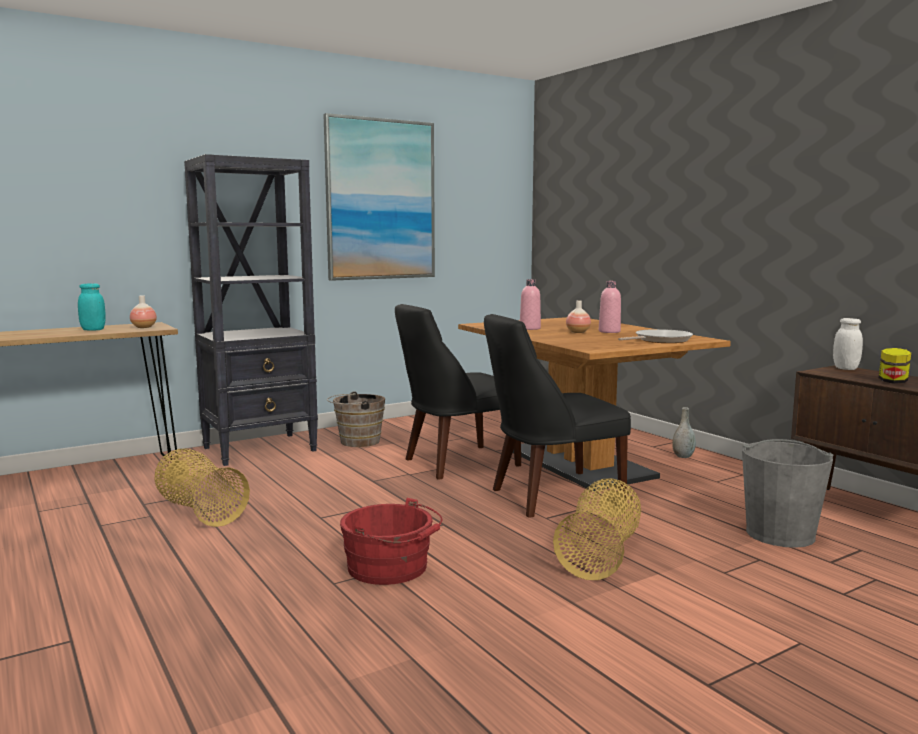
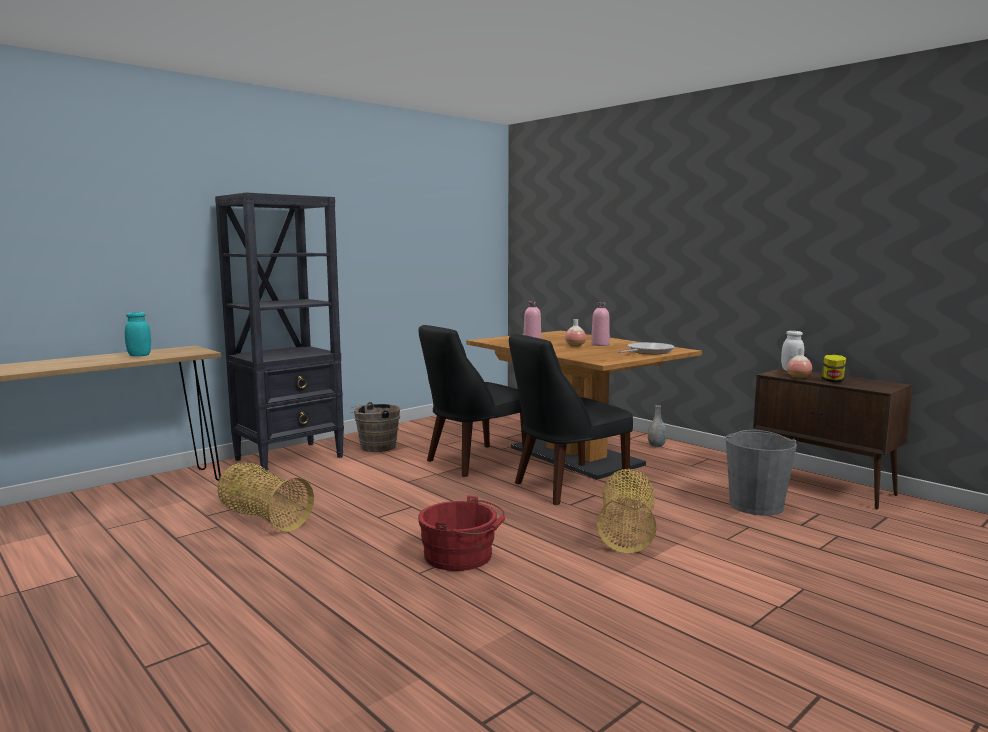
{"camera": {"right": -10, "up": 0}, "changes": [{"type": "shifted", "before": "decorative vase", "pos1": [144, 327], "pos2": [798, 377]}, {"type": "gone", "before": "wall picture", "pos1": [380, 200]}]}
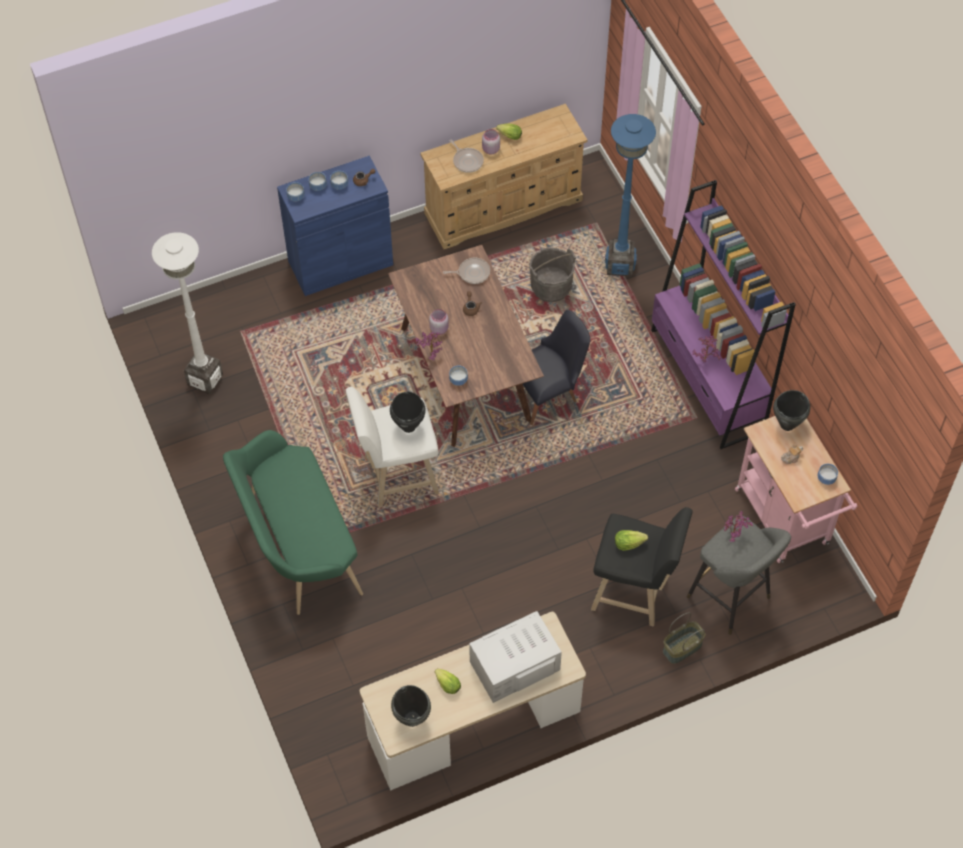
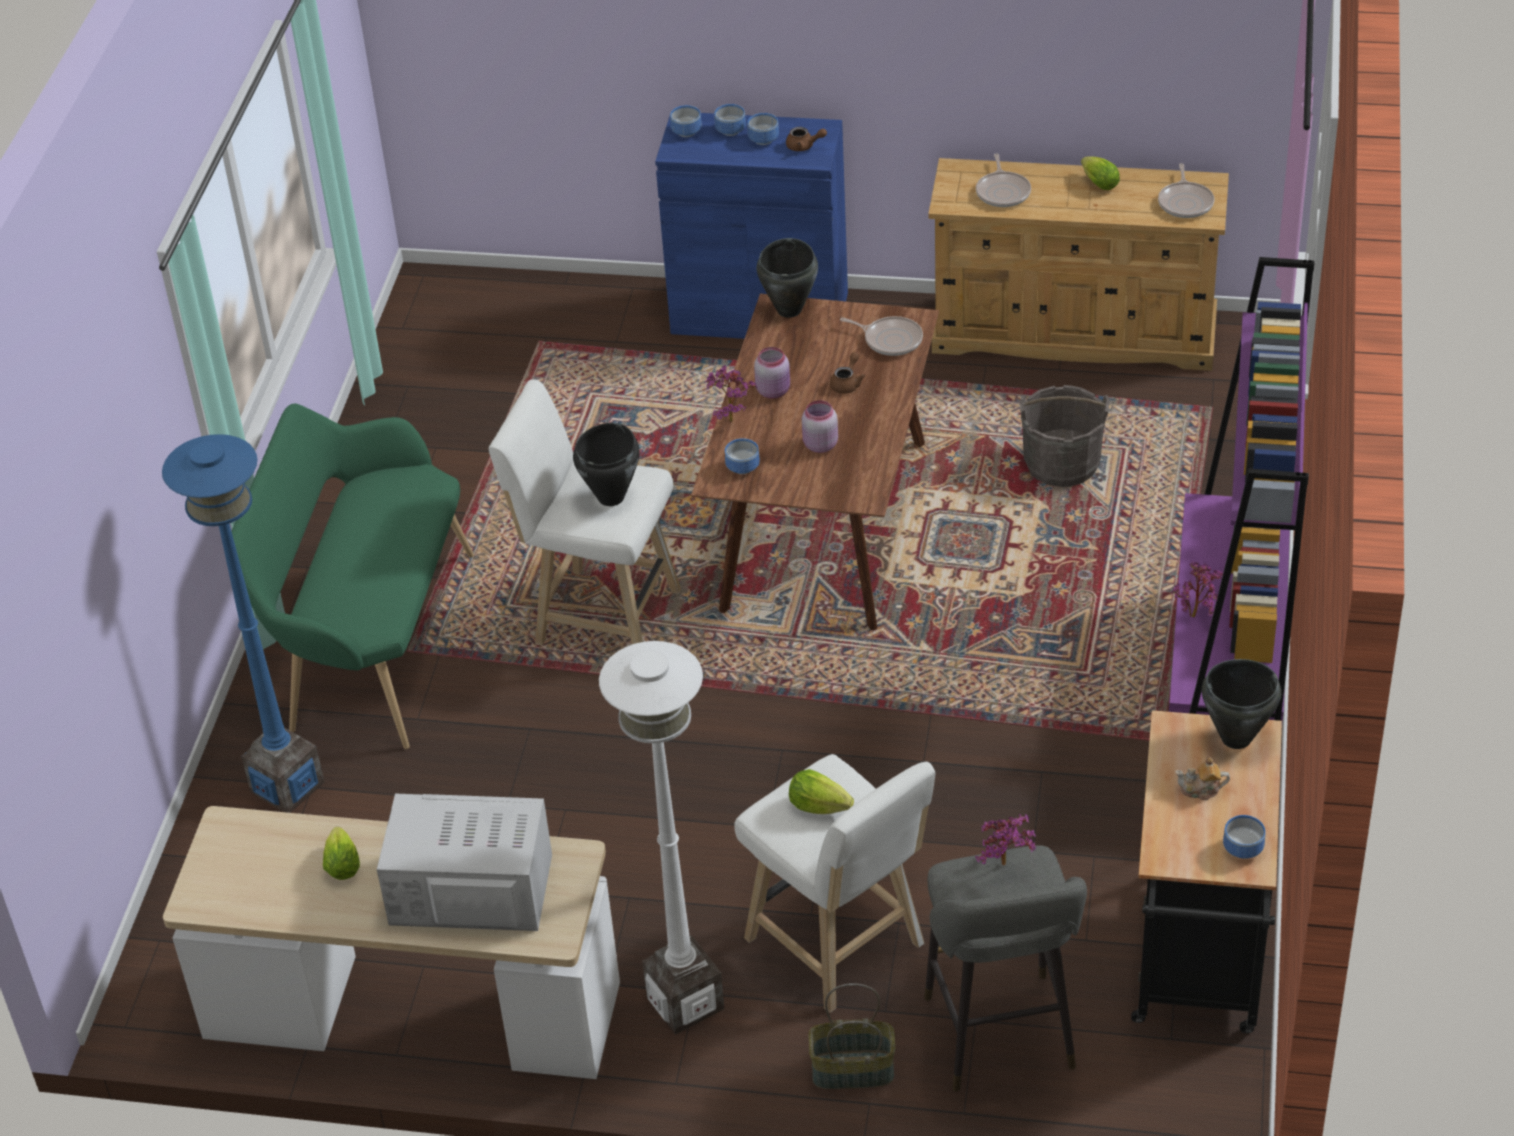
{"camera": {"right": 35, "up": -15}, "changes": [{"type": "shifted", "before": "blue-coloured standing lamp", "pos1": [619, 266], "pos2": [286, 787]}, {"type": "shifted", "before": "whitish standing lamp", "pos1": [205, 379], "pos2": [685, 1002]}, {"type": "repainted", "before": "blackish stool", "after": "whitish stool", "pos1": [635, 592], "pos2": [840, 948]}, {"type": "shifted", "before": "blackish saucepot", "pos1": [412, 719], "pos2": [790, 309]}, {"type": "shifted", "before": "pinkish jar", "pos1": [490, 149], "pos2": [819, 445]}, {"type": "repainted", "before": "pinkish wheeled cart", "after": "blackish wheeled cart", "pos1": [785, 522], "pos2": [1198, 965]}, {"type": "new", "after": "frying pan", "pos2": [1185, 202]}, {"type": "gone", "before": "blackish plain chair", "pos1": [548, 393]}]}
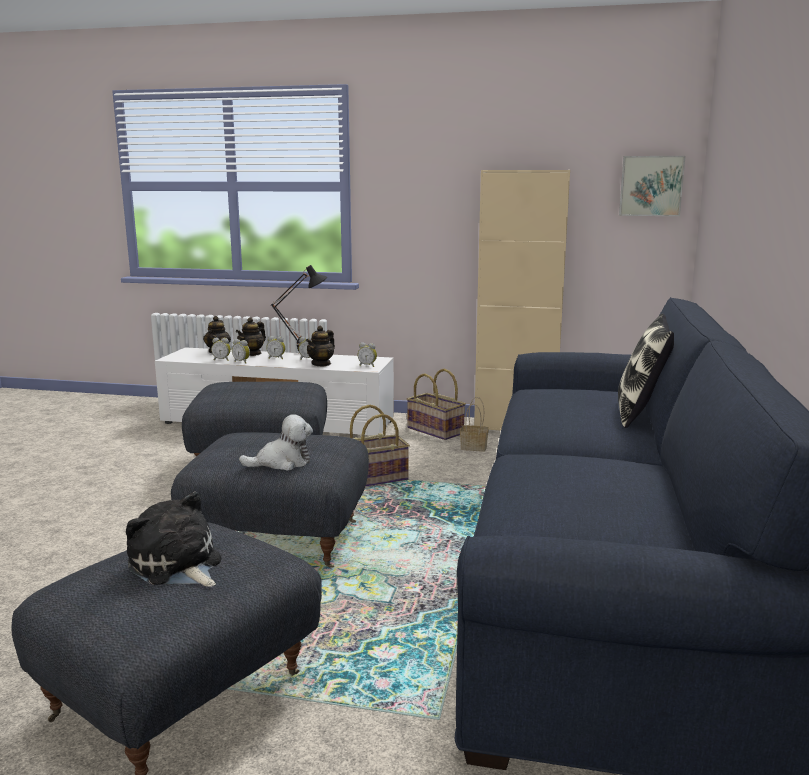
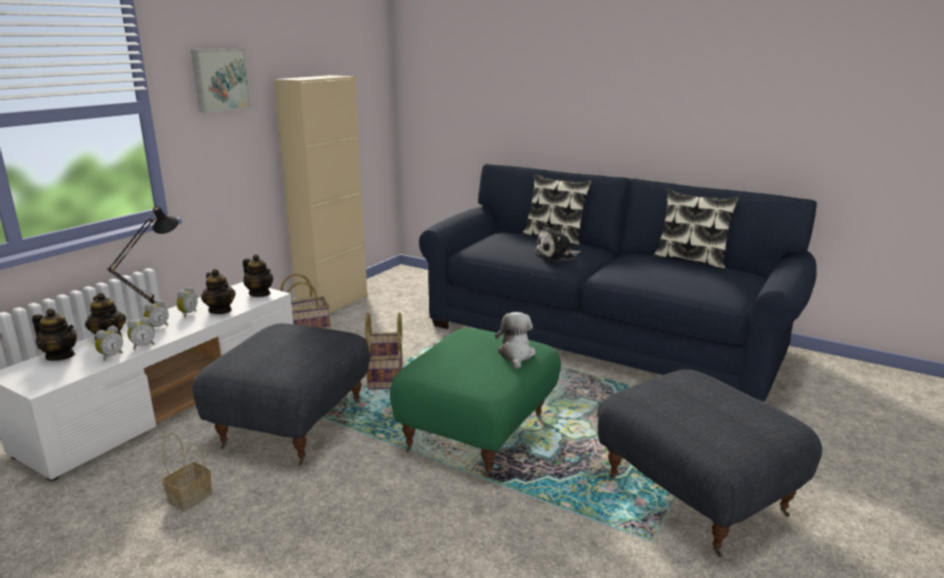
{"camera": {"right": -70, "up": 5}, "changes": [{"type": "shifted", "before": "household basket", "pos1": [474, 447], "pos2": [191, 496]}, {"type": "shifted", "before": "wall picture", "pos1": [651, 186], "pos2": [220, 80]}, {"type": "swapped", "before": "alarm clock", "after": "pot for tea", "pos1": [367, 365], "pos2": [260, 294]}, {"type": "repainted", "before": "grey pouffe", "after": "green-coloured pouffe", "pos1": [277, 541], "pos2": [479, 434]}, {"type": "shifted", "before": "cuddly toy", "pos1": [177, 566], "pos2": [557, 256]}, {"type": "new", "after": "throw pillow", "pos2": [691, 260]}]}
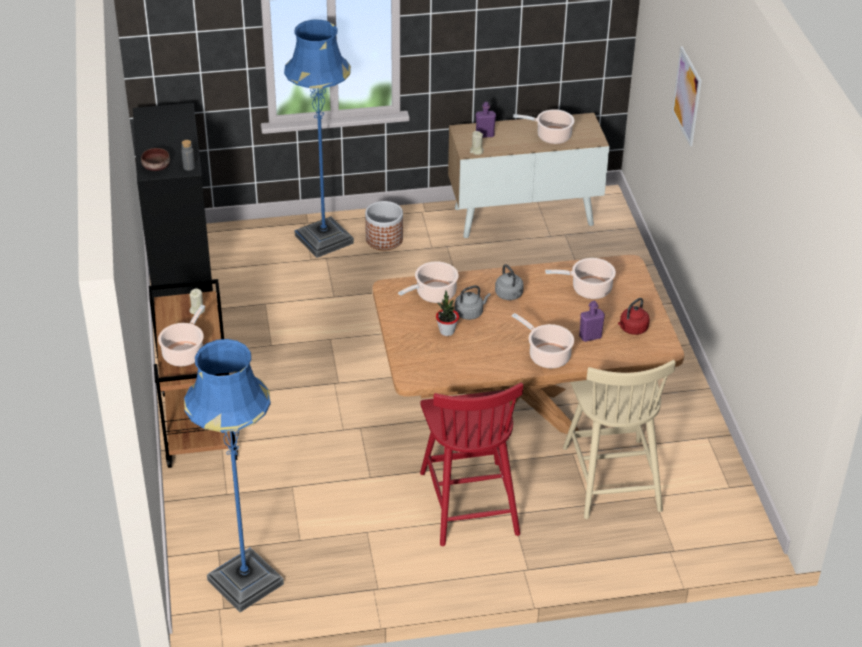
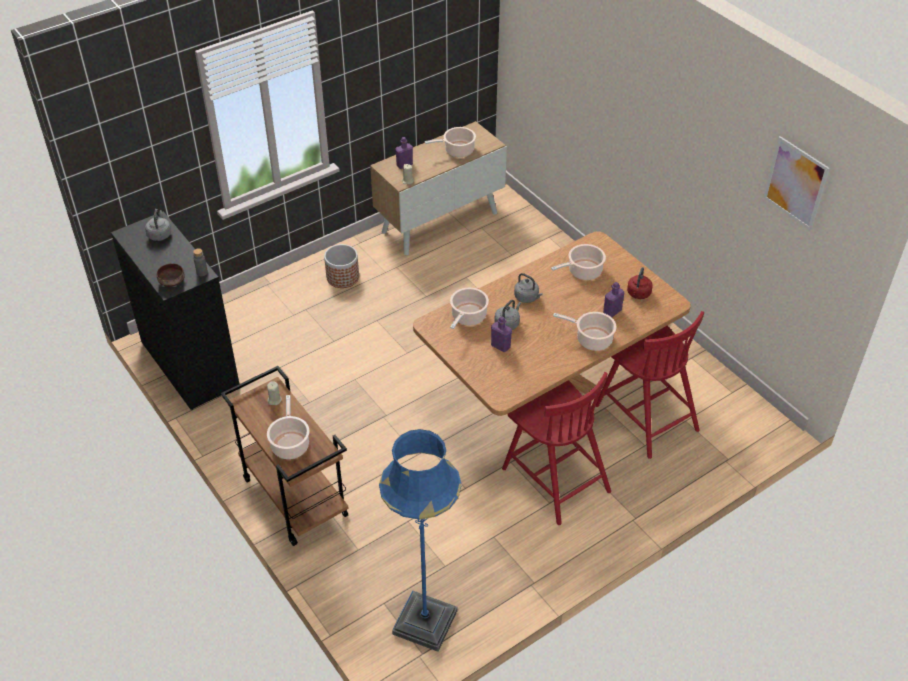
{"camera": {"right": -25, "up": 5}, "changes": [{"type": "new", "after": "grey kettle", "pos2": [160, 234]}, {"type": "swapped", "before": "potted plant", "after": "purple bottle", "pos1": [447, 331], "pos2": [500, 346]}, {"type": "repainted", "before": "beige plain chair", "after": "reddish plain chair", "pos1": [611, 477], "pos2": [645, 416]}, {"type": "shifted", "before": "wall picture", "pos1": [687, 96], "pos2": [796, 183]}, {"type": "gone", "before": "blue-coloured standing lamp", "pos1": [324, 239]}]}
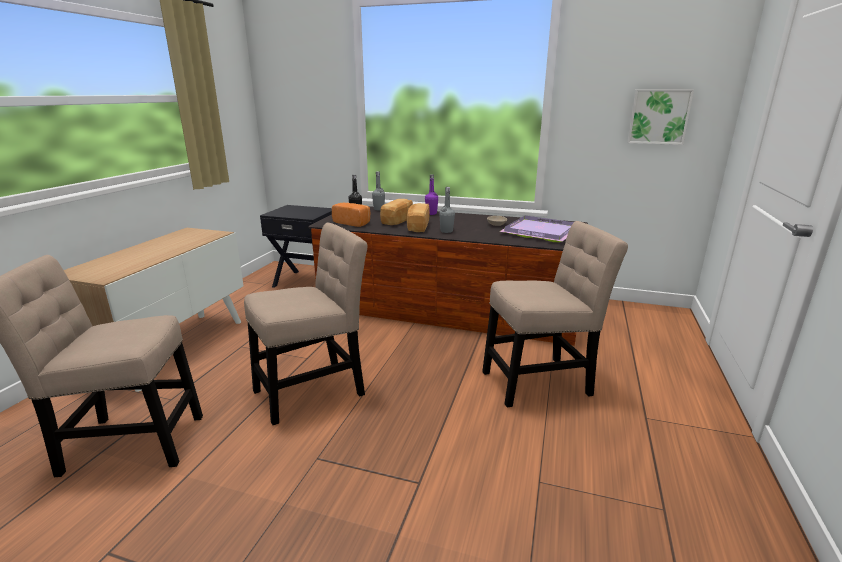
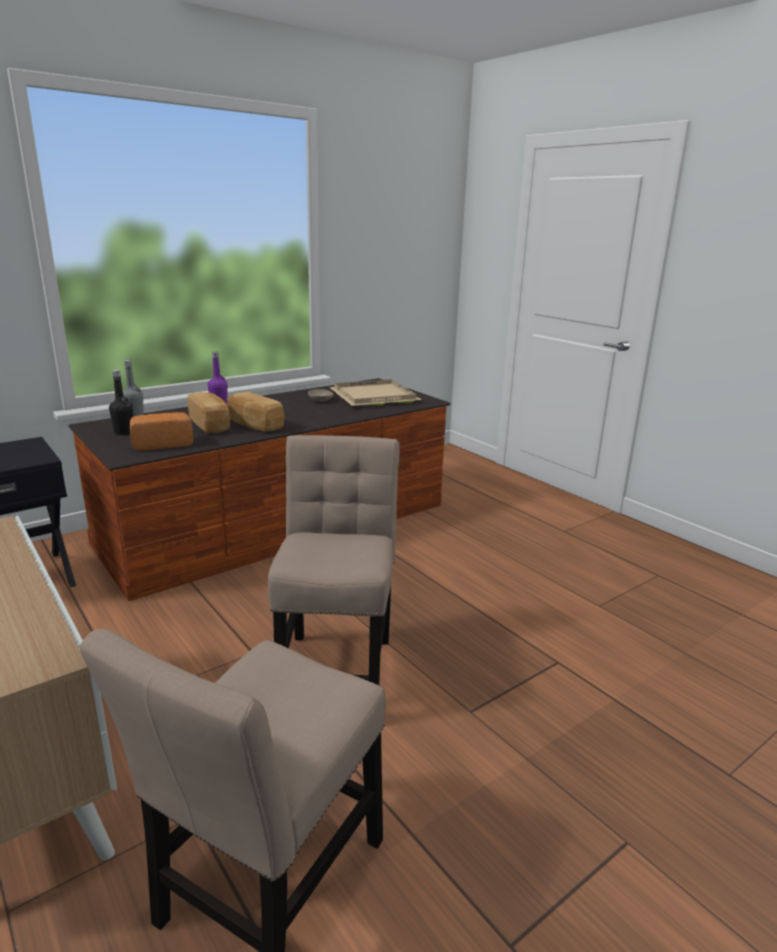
{"camera": {"right": -55, "up": 0}, "changes": [{"type": "repainted", "before": "purple carrying tray", "after": "beige carrying tray", "pos1": [539, 231], "pos2": [372, 396]}, {"type": "gone", "before": "grey bottle", "pos1": [446, 231]}, {"type": "gone", "before": "beige plain chair", "pos1": [541, 381]}, {"type": "gone", "before": "wall picture", "pos1": [658, 116]}]}
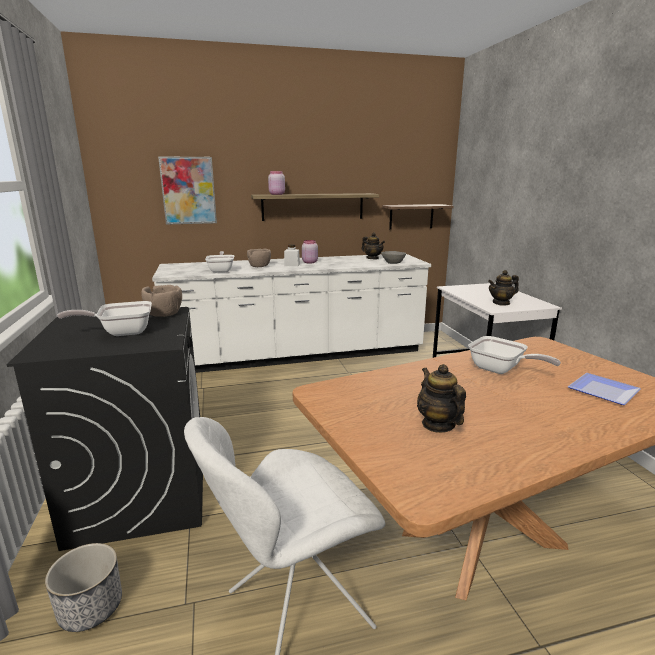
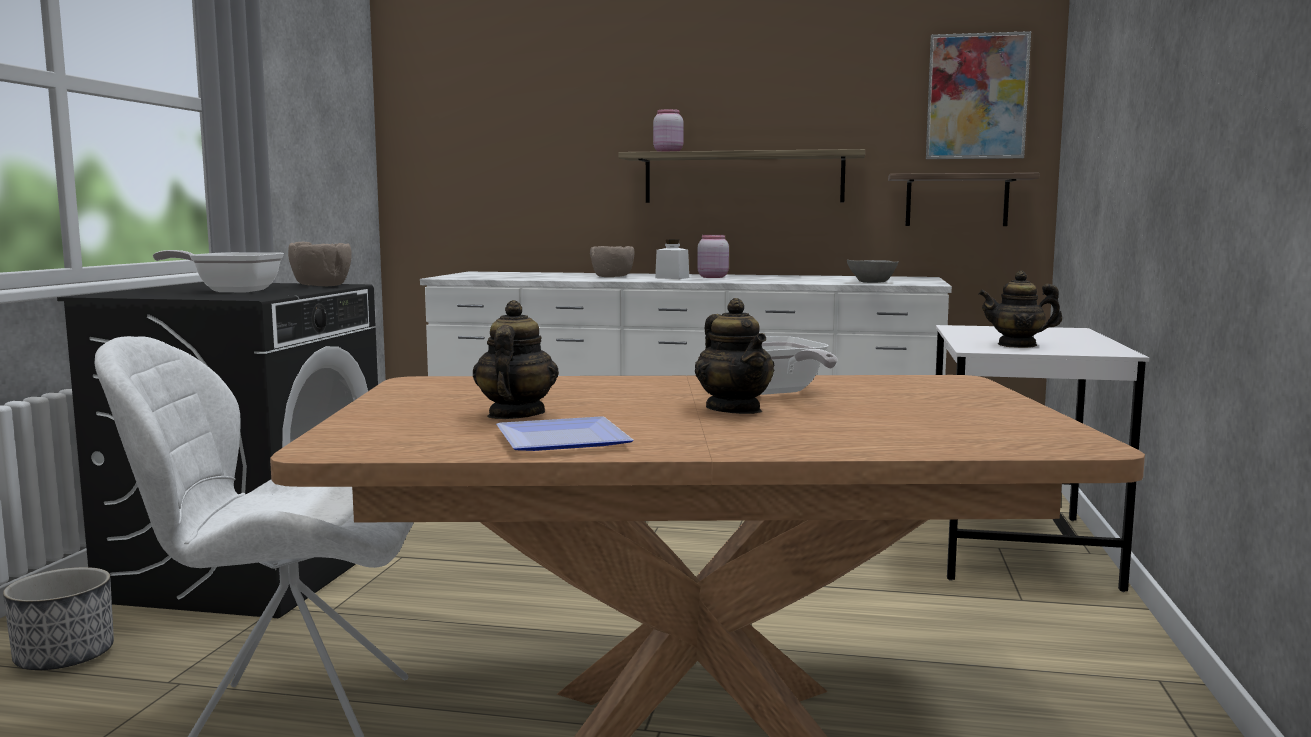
{"camera": {"right": 25, "up": -10}, "changes": [{"type": "shifted", "before": "plate", "pos1": [604, 392], "pos2": [559, 442]}, {"type": "shifted", "before": "pot for tea", "pos1": [372, 258], "pos2": [734, 410]}, {"type": "shifted", "before": "wall picture", "pos1": [188, 190], "pos2": [977, 96]}, {"type": "gone", "before": "frying pan", "pos1": [221, 270]}]}
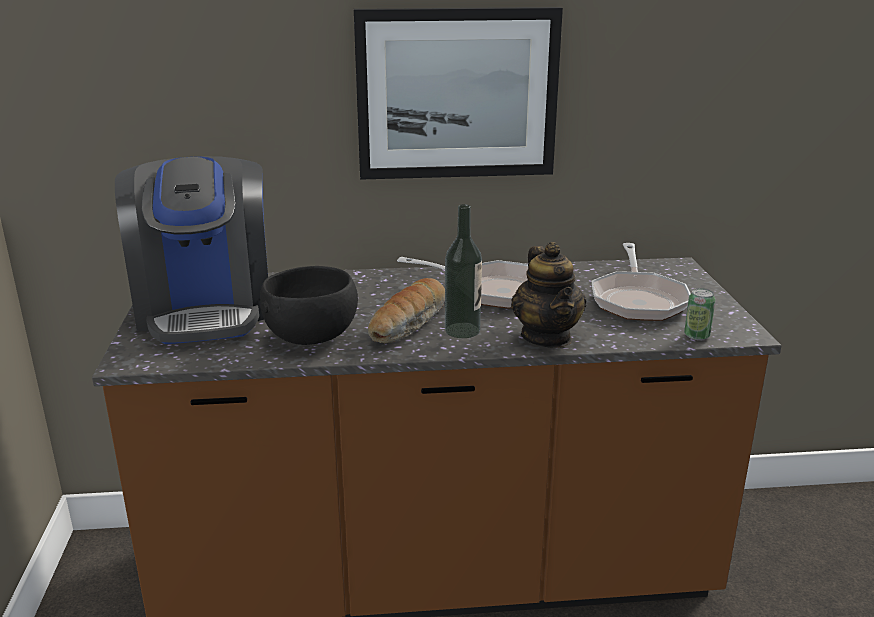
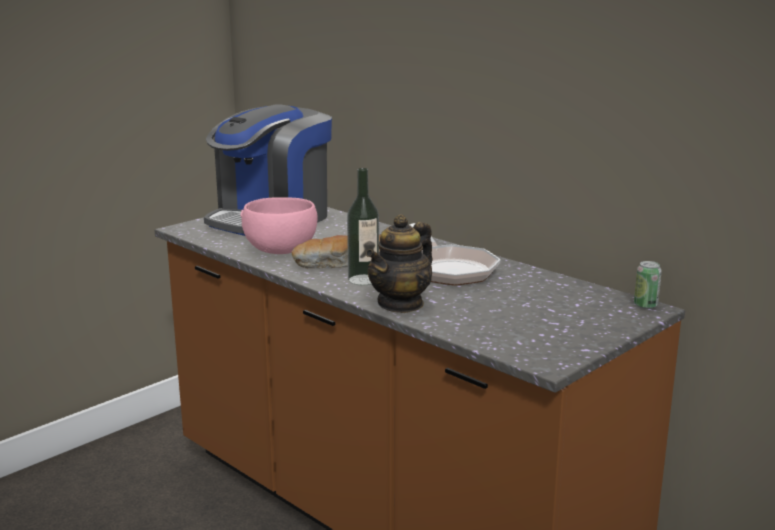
{"camera": {"right": 50, "up": -5}, "changes": [{"type": "repainted", "before": "blackish serving bowl", "after": "pinkish serving bowl", "pos1": [312, 337], "pos2": [280, 250]}, {"type": "shifted", "before": "can", "pos1": [696, 336], "pos2": [645, 305]}, {"type": "gone", "before": "wall picture", "pos1": [457, 94]}, {"type": "gone", "before": "frying pan", "pos1": [638, 299]}]}
